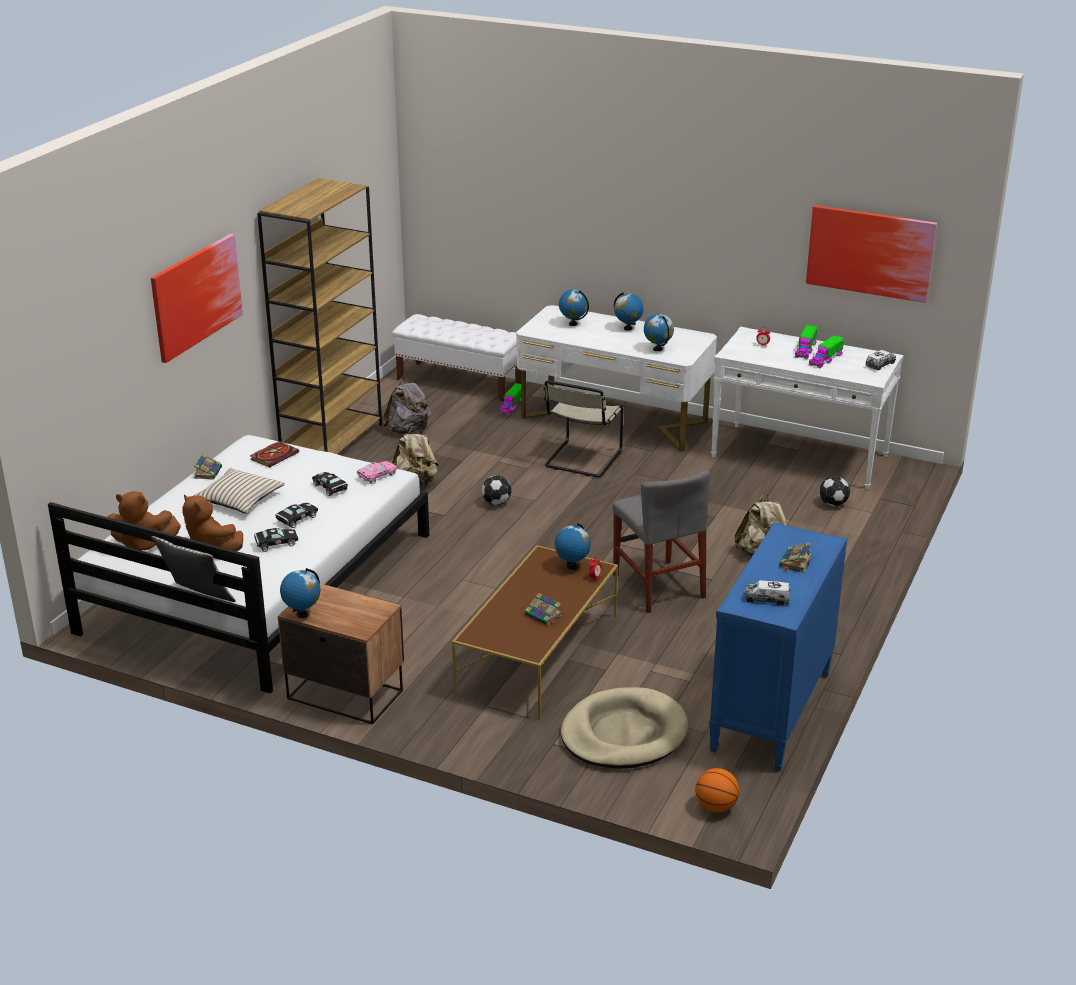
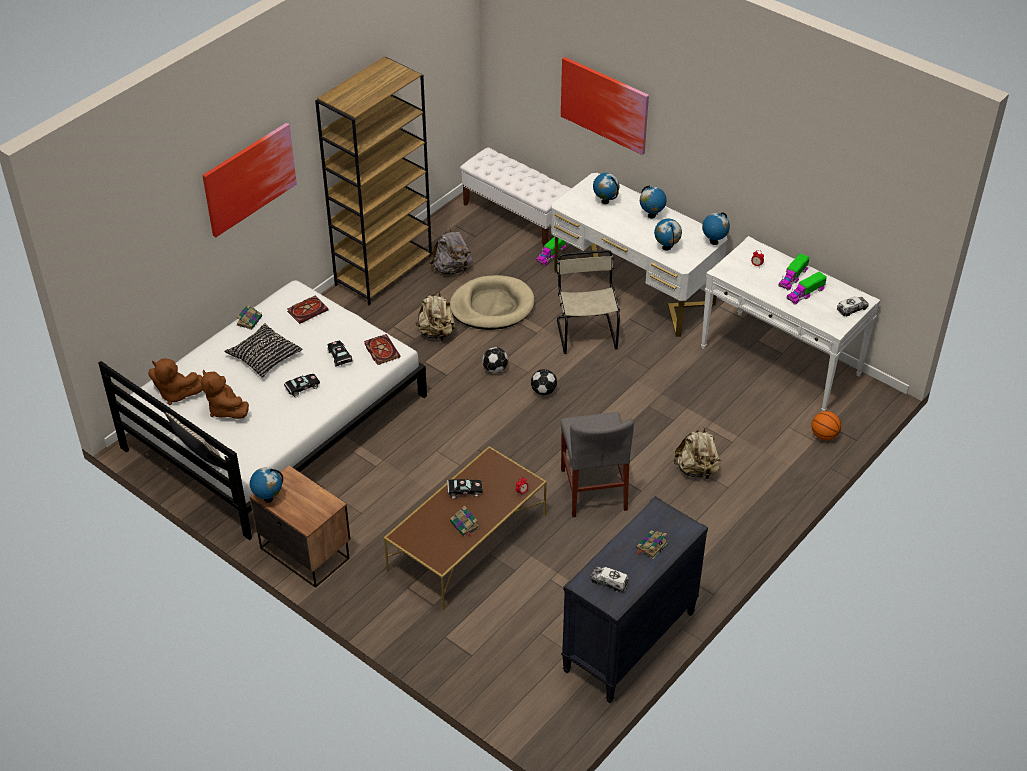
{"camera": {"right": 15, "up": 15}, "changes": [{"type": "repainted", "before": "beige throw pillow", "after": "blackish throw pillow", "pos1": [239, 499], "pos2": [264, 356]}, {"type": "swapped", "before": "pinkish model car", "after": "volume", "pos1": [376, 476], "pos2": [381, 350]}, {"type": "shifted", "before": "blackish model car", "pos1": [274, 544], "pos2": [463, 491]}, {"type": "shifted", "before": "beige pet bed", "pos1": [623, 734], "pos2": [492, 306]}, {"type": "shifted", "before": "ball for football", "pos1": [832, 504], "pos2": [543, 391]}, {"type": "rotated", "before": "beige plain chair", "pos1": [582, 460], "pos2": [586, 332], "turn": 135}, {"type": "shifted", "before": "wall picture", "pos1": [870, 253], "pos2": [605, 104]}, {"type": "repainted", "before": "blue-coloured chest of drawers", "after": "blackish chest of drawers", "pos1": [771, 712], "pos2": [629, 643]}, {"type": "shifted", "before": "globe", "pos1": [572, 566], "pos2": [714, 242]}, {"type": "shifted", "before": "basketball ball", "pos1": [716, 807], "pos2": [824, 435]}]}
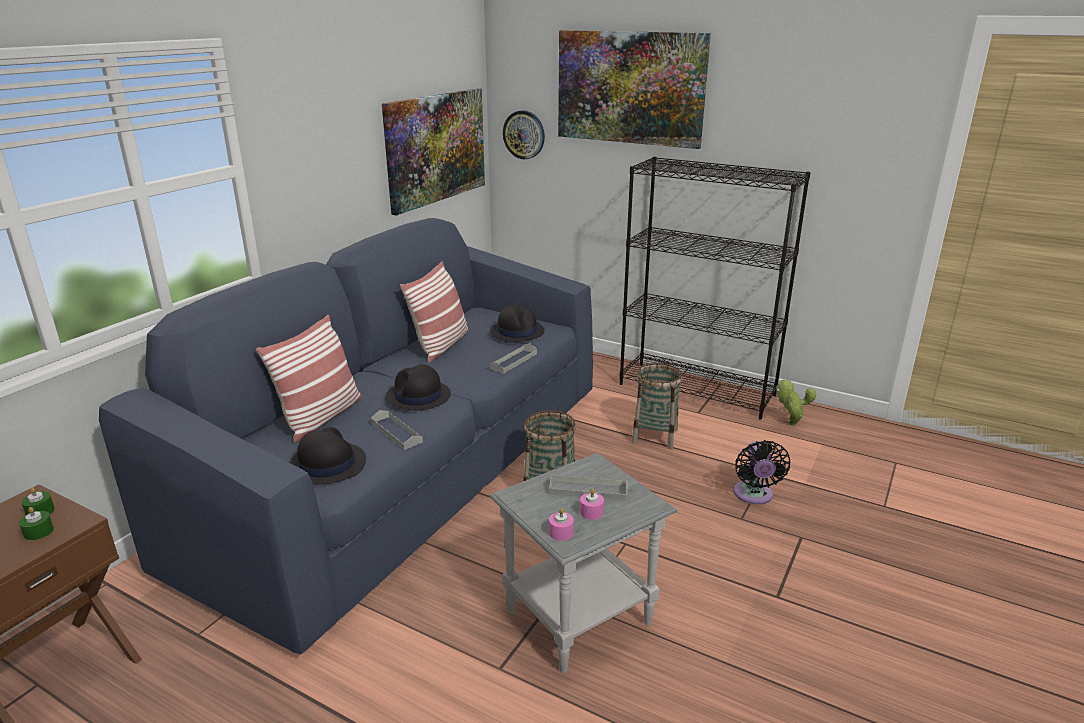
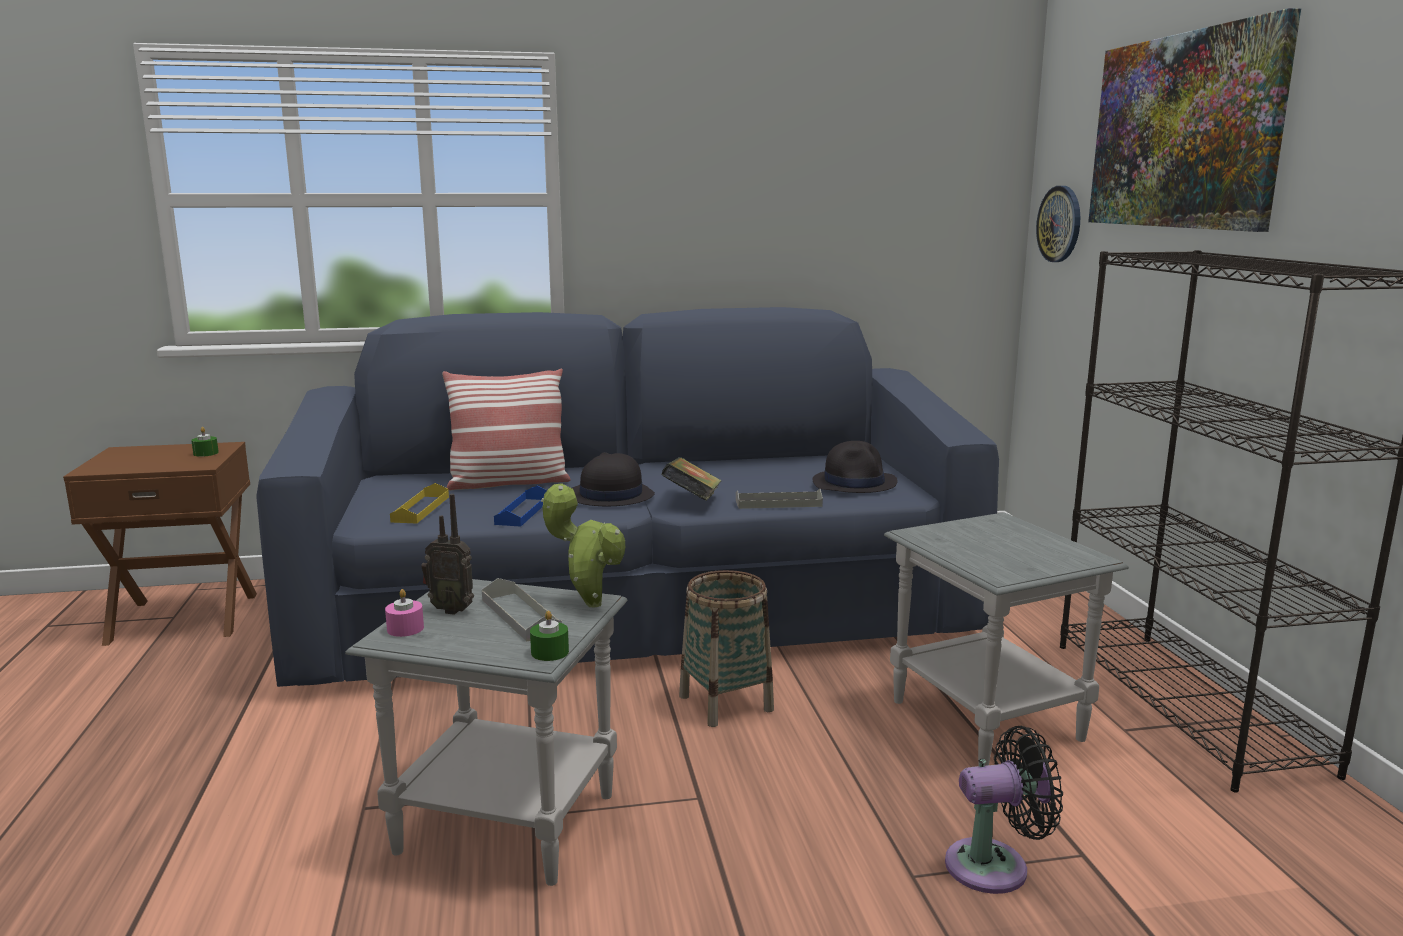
{"camera": {"right": 50, "up": -10}, "changes": [{"type": "swapped", "before": "blackish clothing hat", "after": "yellow carrying tray", "pos1": [326, 464], "pos2": [420, 509]}, {"type": "new", "after": "radio receiver", "pos2": [452, 609]}, {"type": "repainted", "before": "grey carrying tray", "after": "blue-coloured carrying tray", "pos1": [396, 432], "pos2": [523, 512]}, {"type": "shifted", "before": "green-coloured candle", "pos1": [39, 532], "pos2": [550, 652]}, {"type": "shifted", "before": "potted plant", "pos1": [789, 424], "pos2": [588, 603]}, {"type": "new", "after": "volume", "pos2": [692, 501]}, {"type": "swapped", "before": "household basket", "after": "grey side table", "pos1": [655, 436], "pos2": [988, 721]}, {"type": "rotated", "before": "blackish cooling fan", "pos1": [754, 496], "pos2": [995, 866], "turn": -150}, {"type": "gone", "before": "wall picture", "pos1": [436, 148]}, {"type": "gone", "before": "throw pillow", "pos1": [441, 345]}, {"type": "gone", "before": "pinkish candle", "pos1": [591, 512]}]}
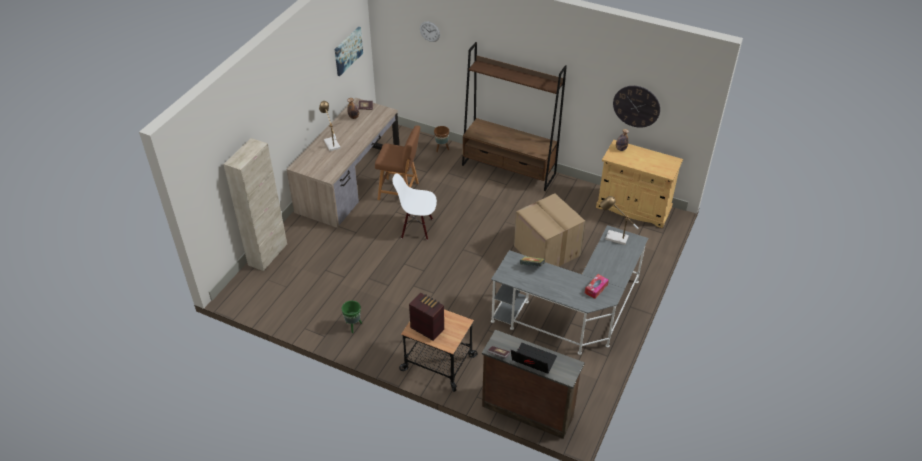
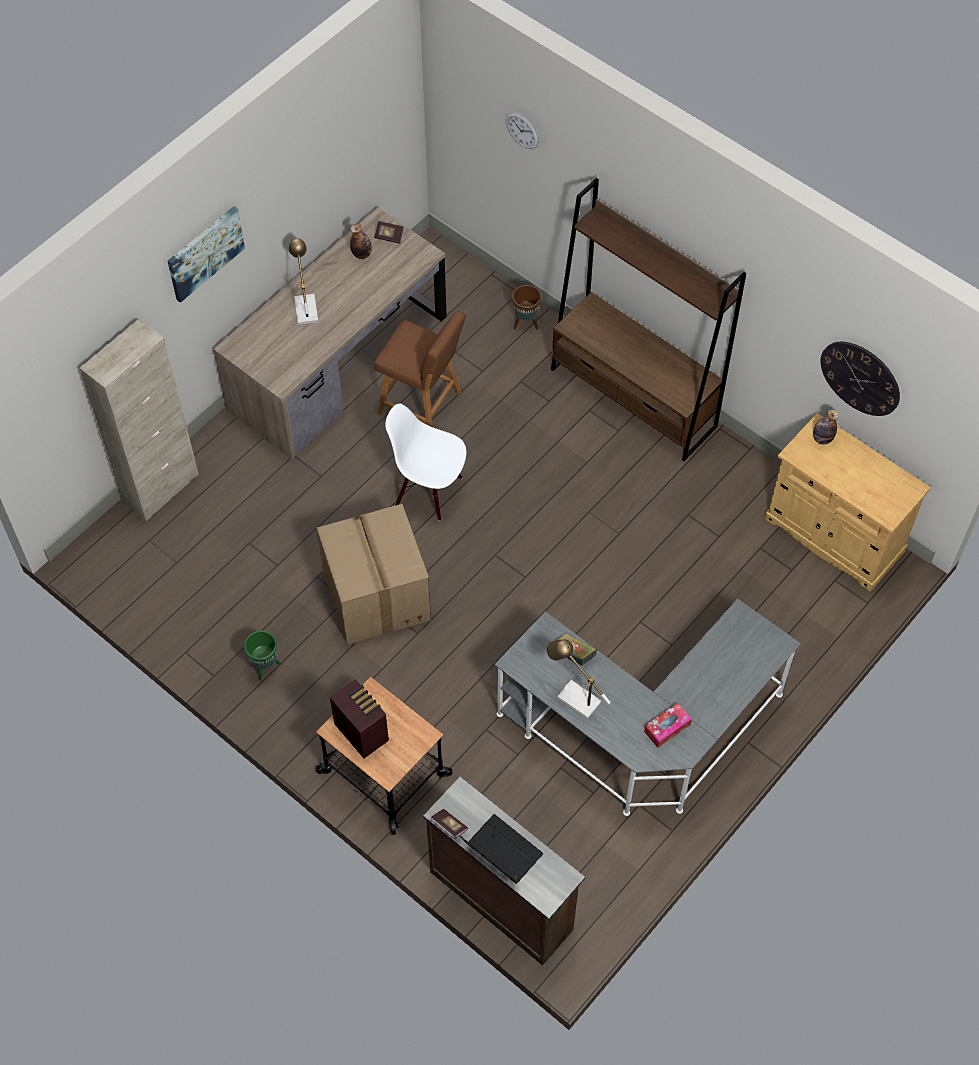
{"camera": {"right": 15, "up": 15}, "changes": [{"type": "shifted", "before": "wall picture", "pos1": [348, 50], "pos2": [205, 253]}, {"type": "shifted", "before": "packing box", "pos1": [546, 250], "pos2": [375, 595]}, {"type": "shifted", "before": "lamp for a table", "pos1": [613, 237], "pos2": [573, 697]}]}
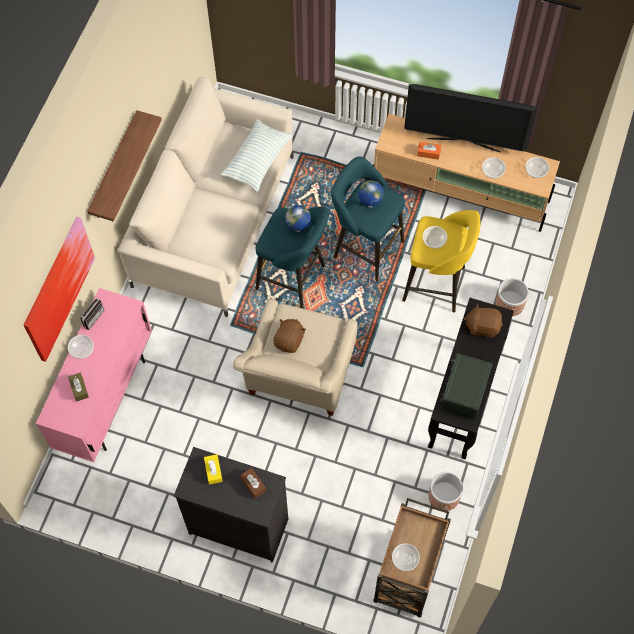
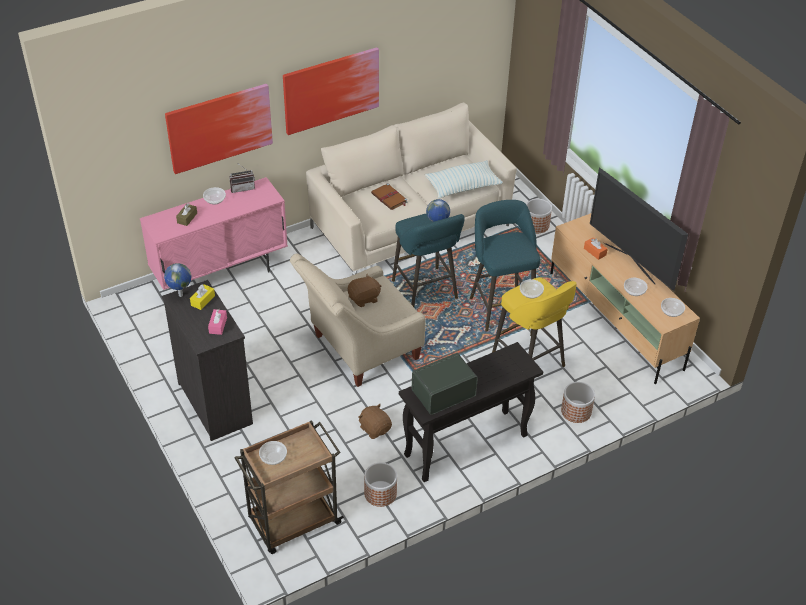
{"camera": {"right": 40, "up": -20}, "changes": [{"type": "shifted", "before": "globe", "pos1": [369, 206], "pos2": [180, 295]}, {"type": "repainted", "before": "brown-coloured box of tissues", "after": "pinkish box of tissues", "pos1": [253, 484], "pos2": [218, 325]}, {"type": "swapped", "before": "wall shelf", "after": "wall picture", "pos1": [114, 168], "pos2": [331, 90]}, {"type": "shifted", "before": "brown-coloured cuddly toy", "pos1": [482, 326], "pos2": [375, 428]}, {"type": "new", "after": "brown-coloured volume", "pos2": [389, 198]}, {"type": "new", "after": "plant pot", "pos2": [536, 225]}]}
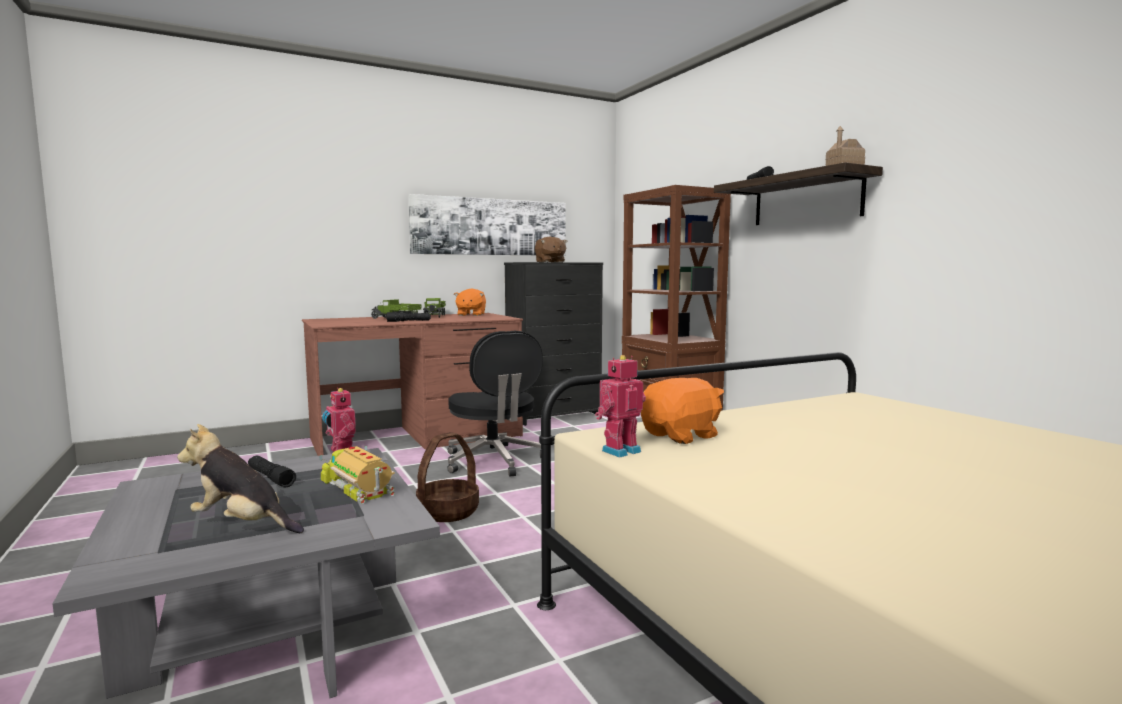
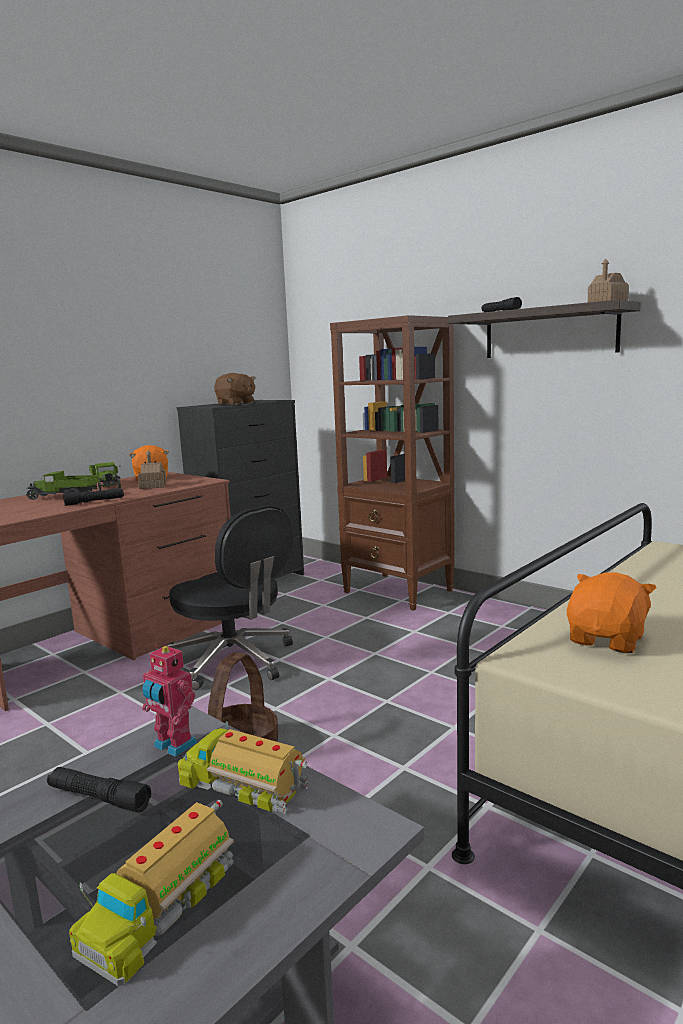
{"camera": {"right": -20, "up": 5}, "changes": [{"type": "swapped", "before": "cuddly toy", "after": "toy lorry", "pos1": [242, 524], "pos2": [159, 905]}, {"type": "new", "after": "model house", "pos2": [153, 486]}, {"type": "gone", "before": "wall picture", "pos1": [491, 227]}, {"type": "gone", "before": "toy robot", "pos1": [619, 451]}]}
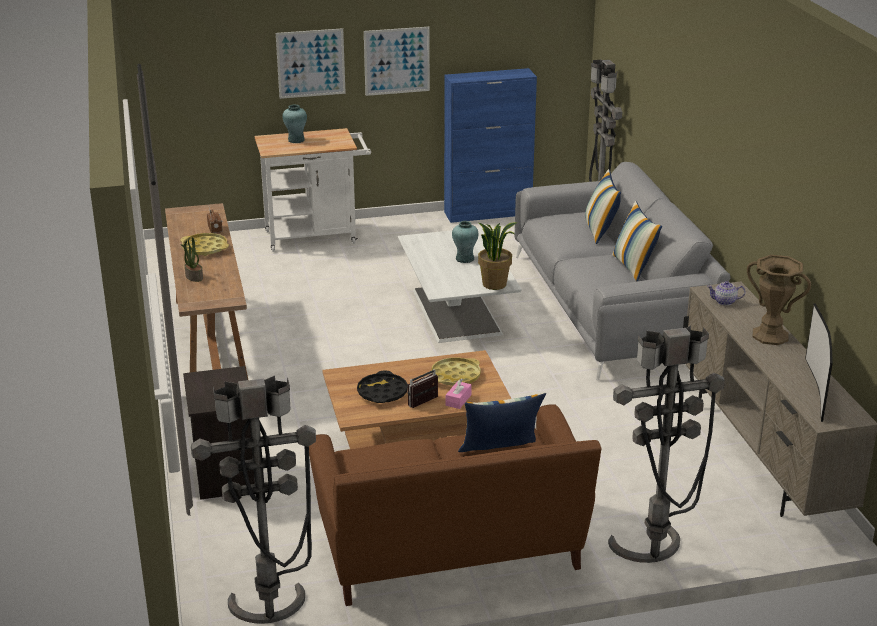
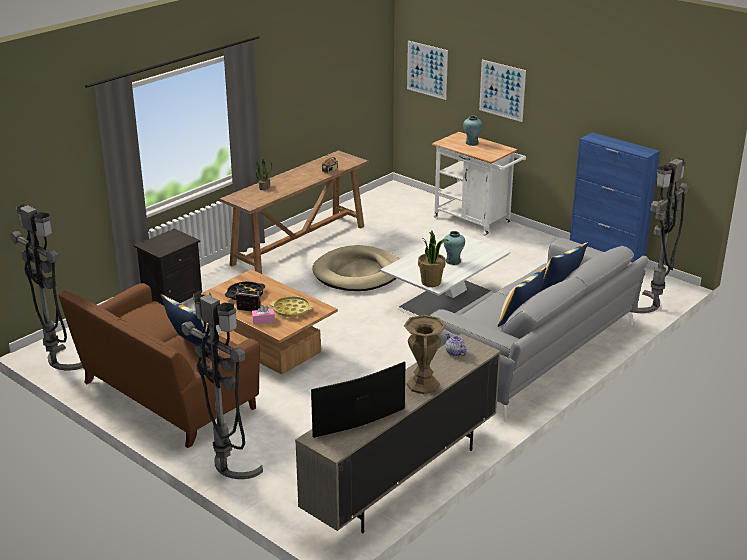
{"camera": {"right": 55, "up": 0}, "changes": [{"type": "new", "after": "beige pet bed", "pos2": [358, 273]}, {"type": "shifted", "before": "wall picture", "pos1": [397, 61], "pos2": [427, 70]}, {"type": "gone", "before": "yellow carrying tray", "pos1": [205, 248]}]}
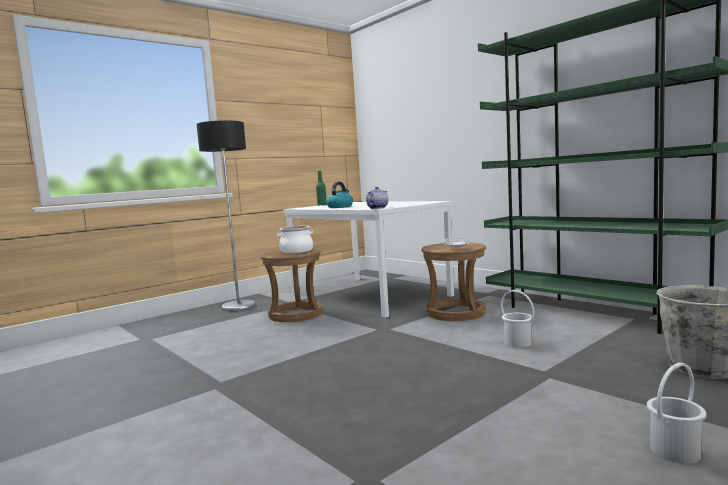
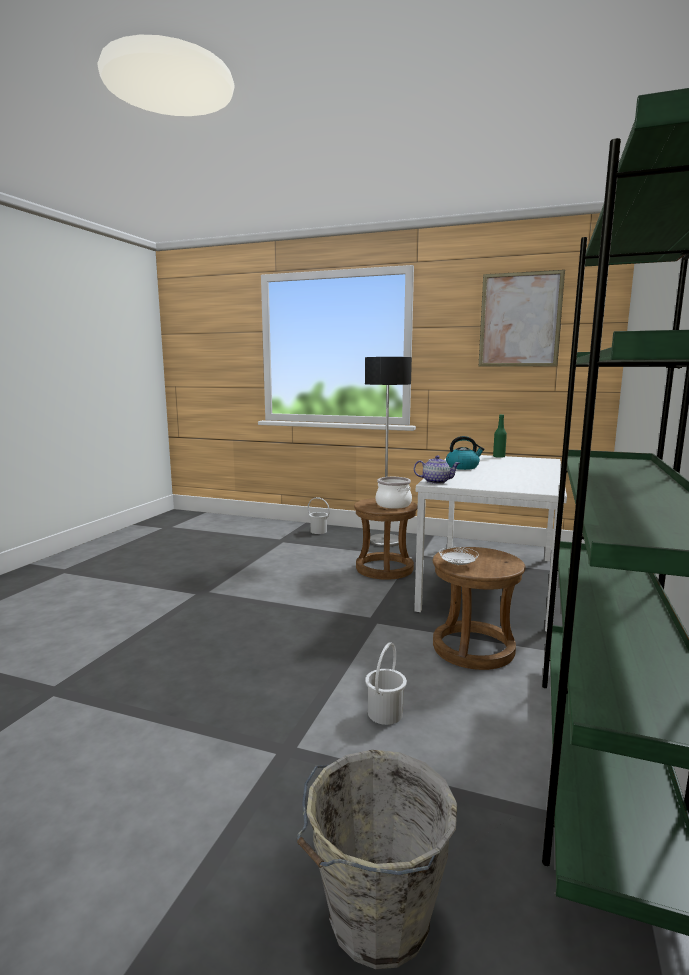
{"camera": {"right": 60, "up": 5}, "changes": [{"type": "shifted", "before": "whitish water bucket", "pos1": [673, 451], "pos2": [318, 531]}, {"type": "new", "after": "wall picture", "pos2": [520, 320]}]}
